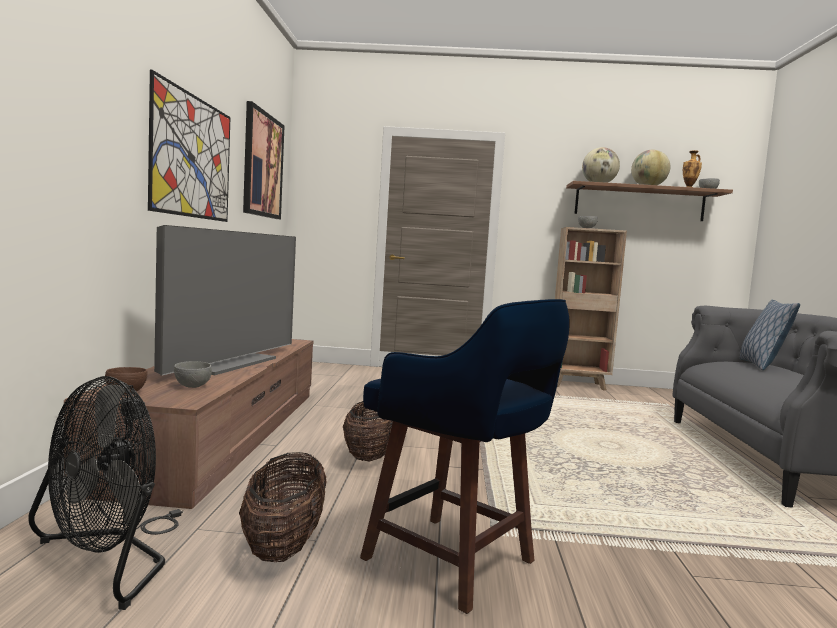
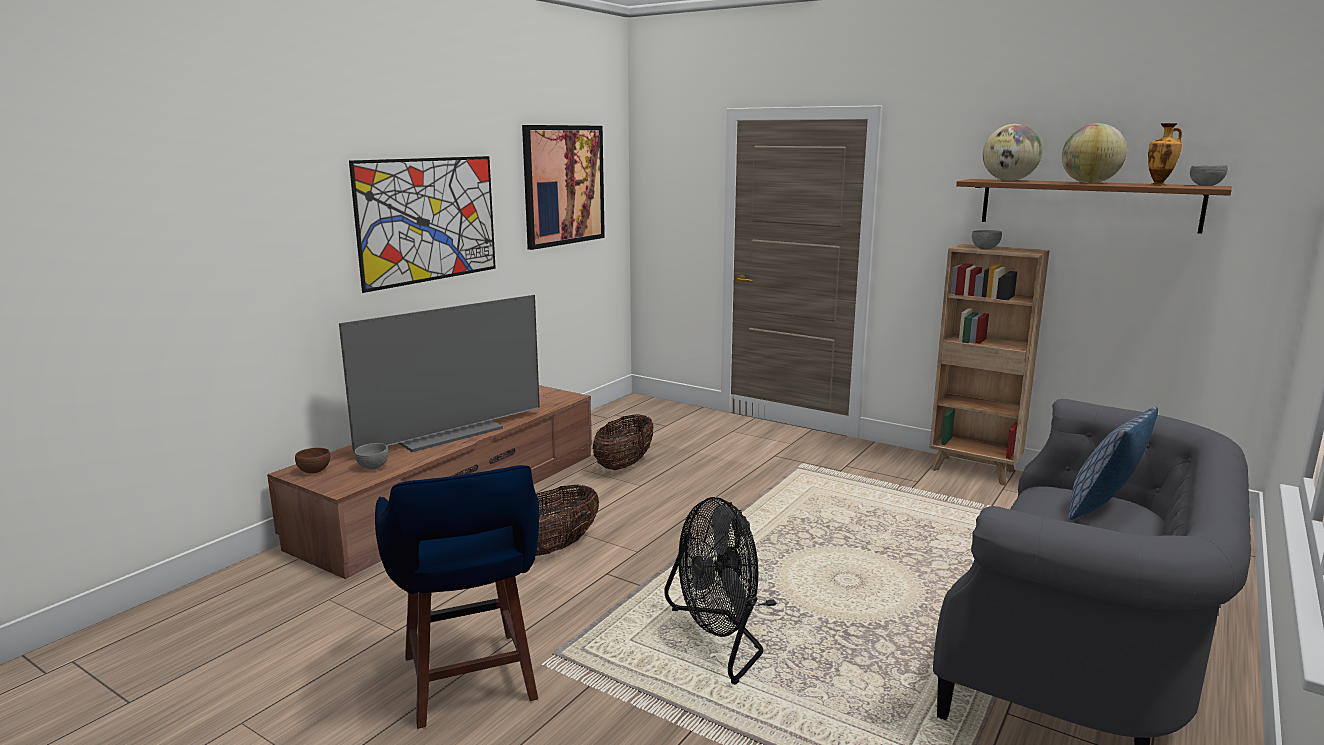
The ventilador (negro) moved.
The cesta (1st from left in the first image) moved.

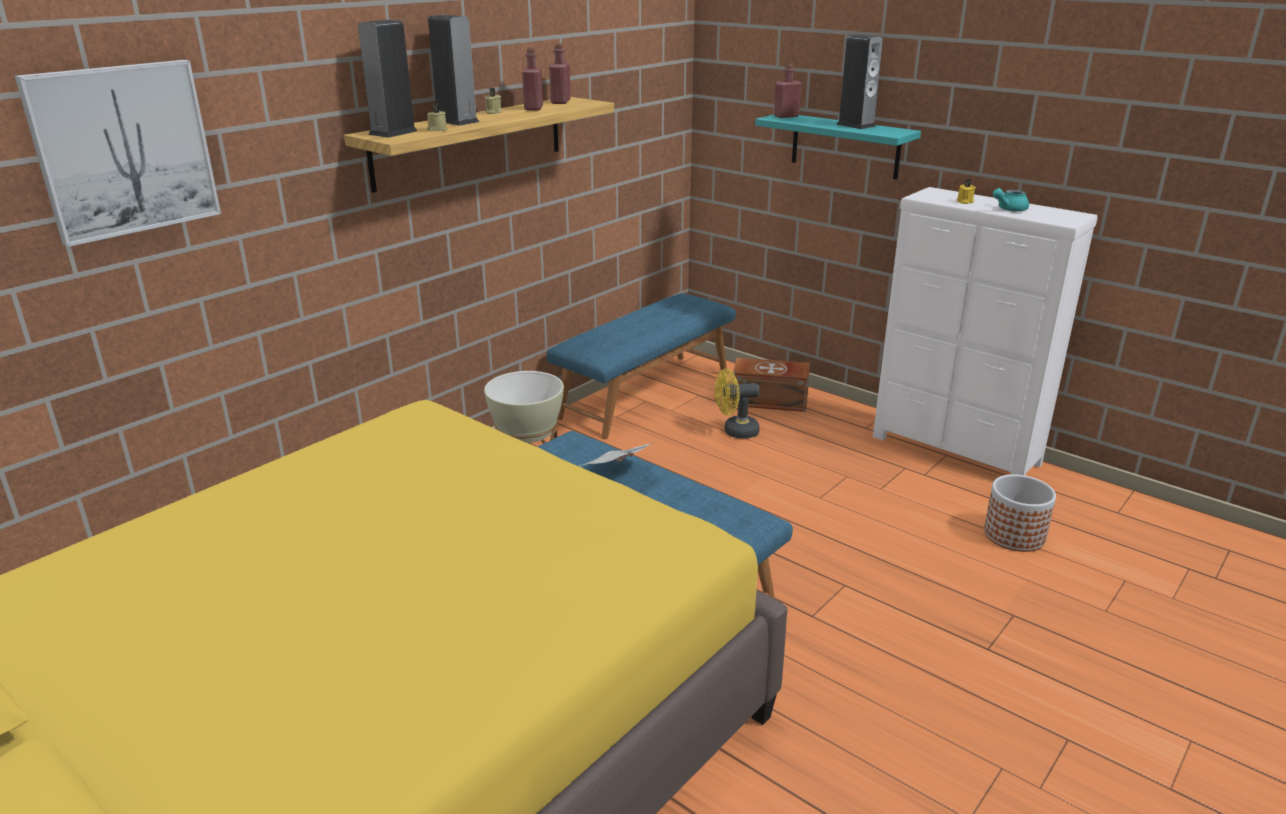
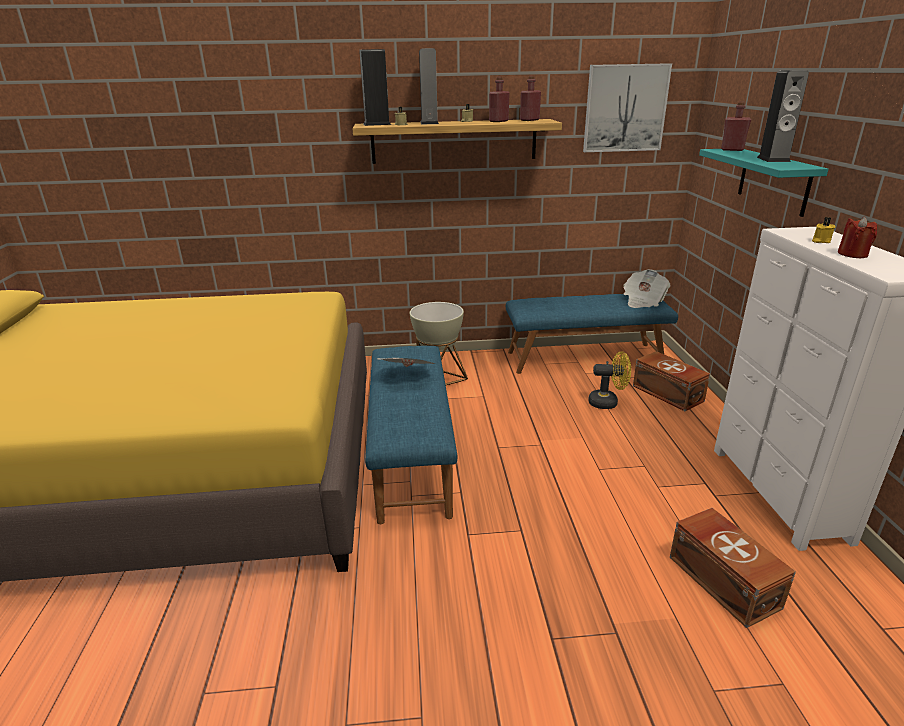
The cuadro moved.
The ventilador (amarillo) turned 150 degrees clockwise.
The maceta (2nd from left) was replaced by the caja de almacenaje (marrón) (2nd from left).
The tetera (turquesa) was replaced by the vela (rojo).
The periódico (2nd from left) appeared.

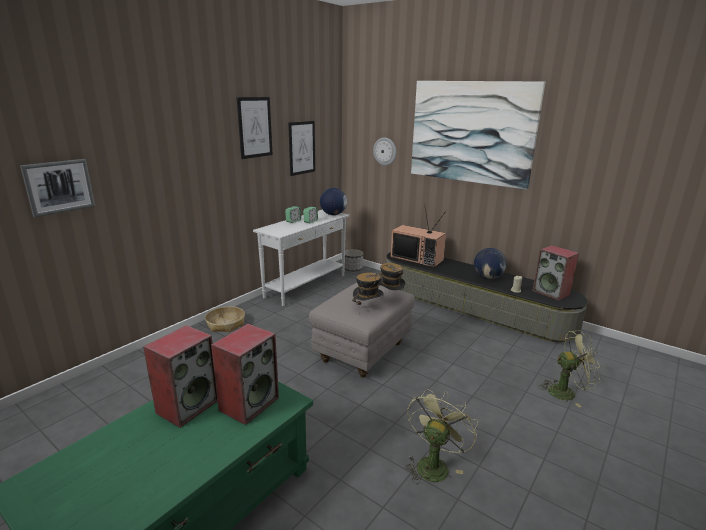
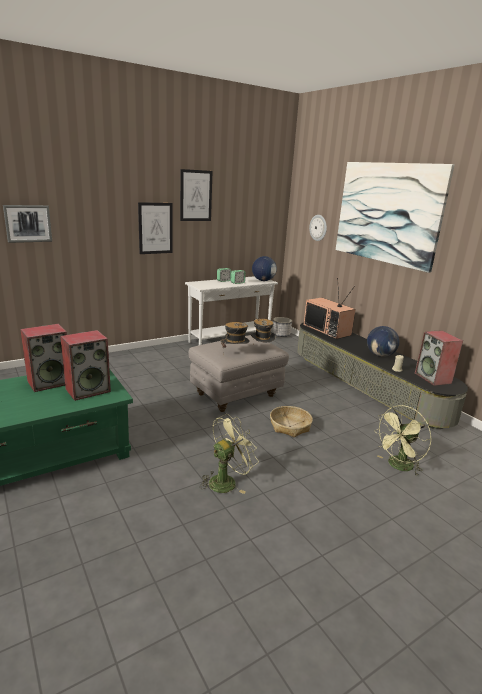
The cesta moved.
The cuadro (3rd from left in the first image) moved.
The ventilador (verde) (2nd from left) turned 120 degrees clockwise.

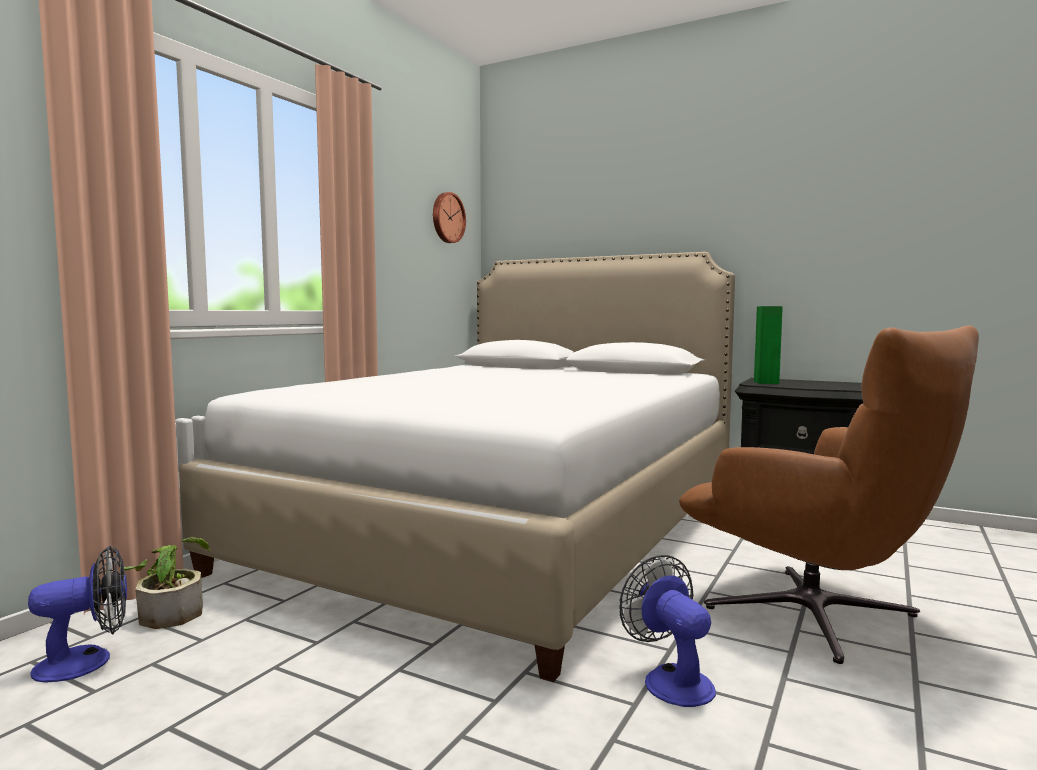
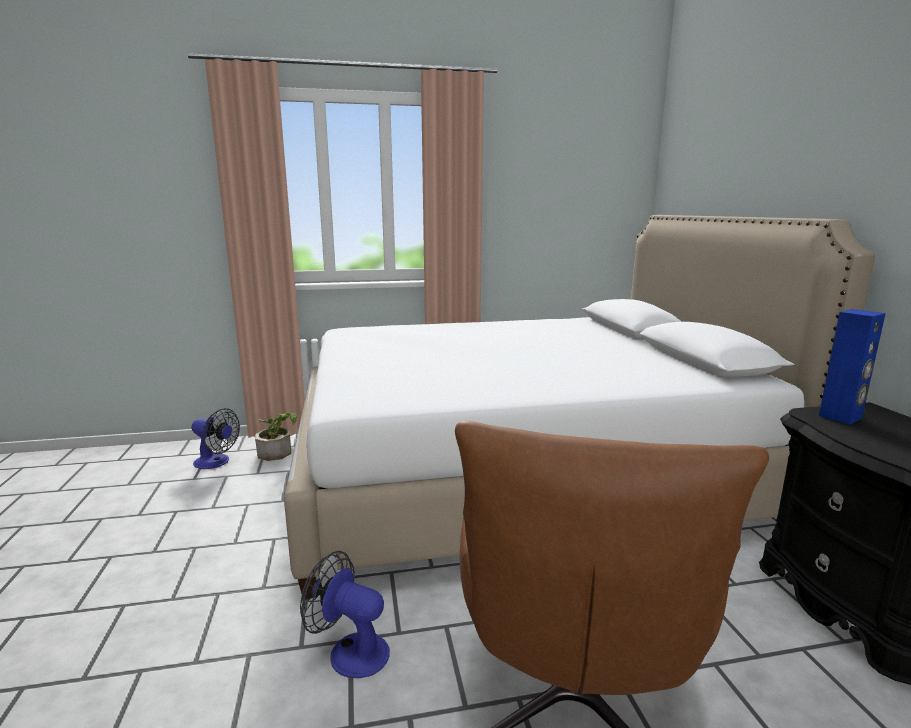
The reloj de pared disappeared.
The ventilador (2nd from left) turned 90 degrees counterclockwise.
The altavoz (verde) became the altavoz (azul).

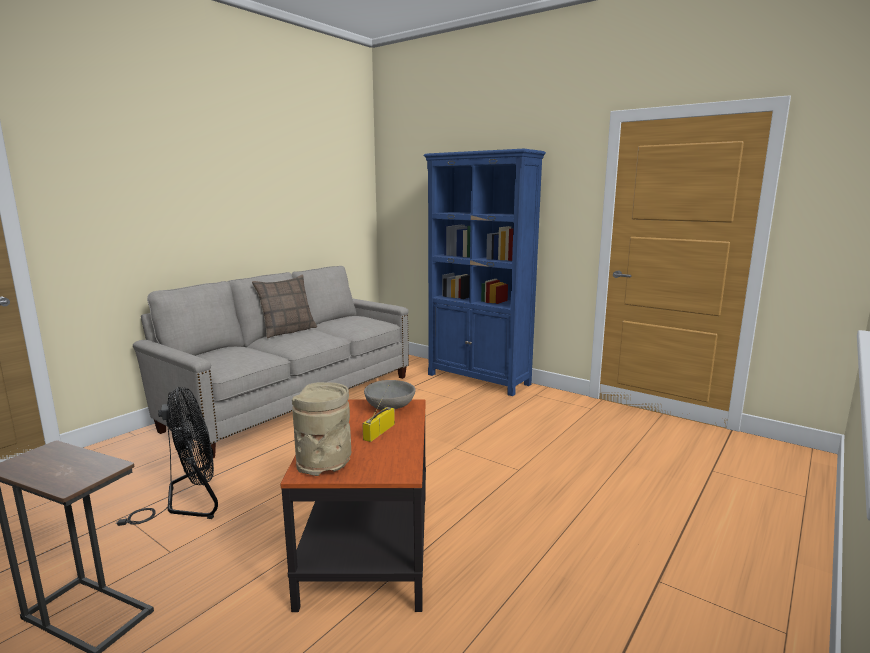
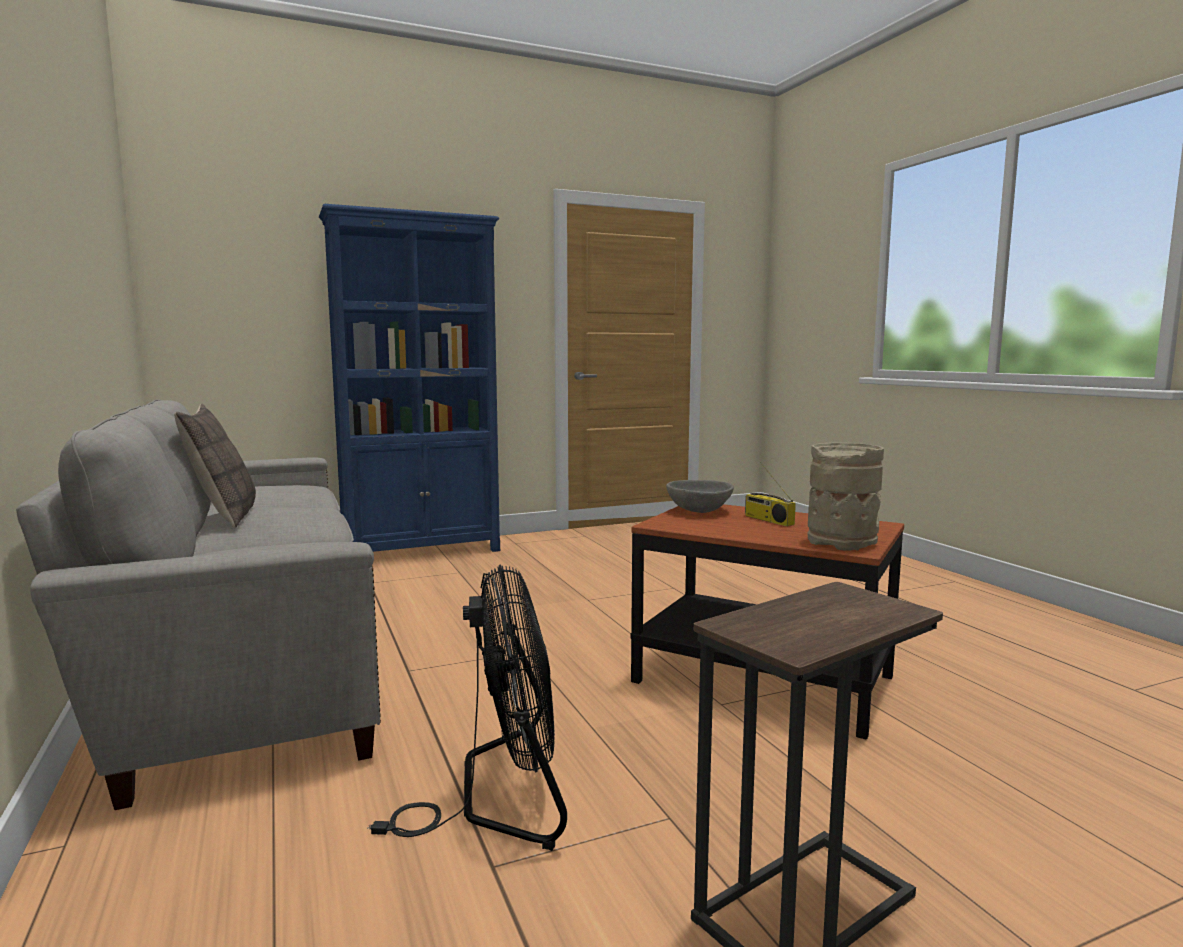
The ventilador (negro) turned 75 degrees clockwise.

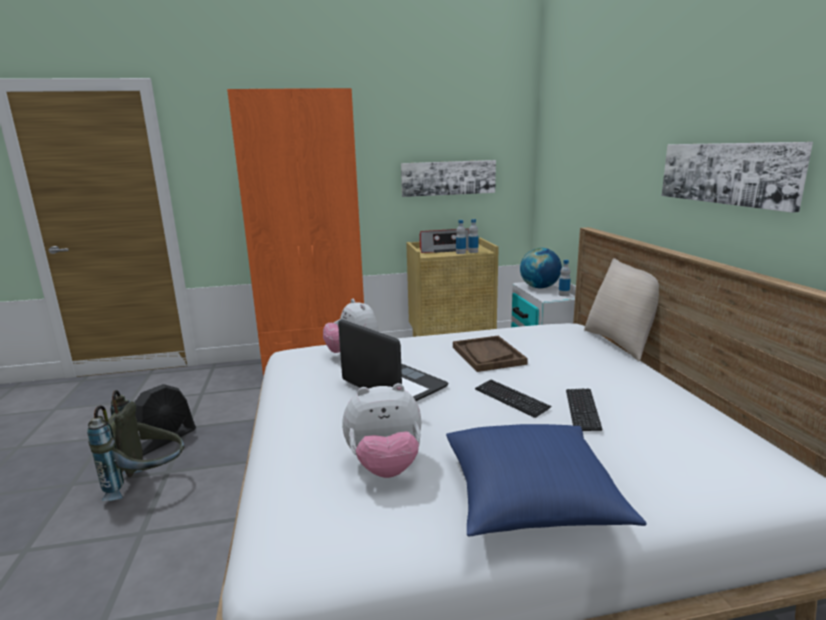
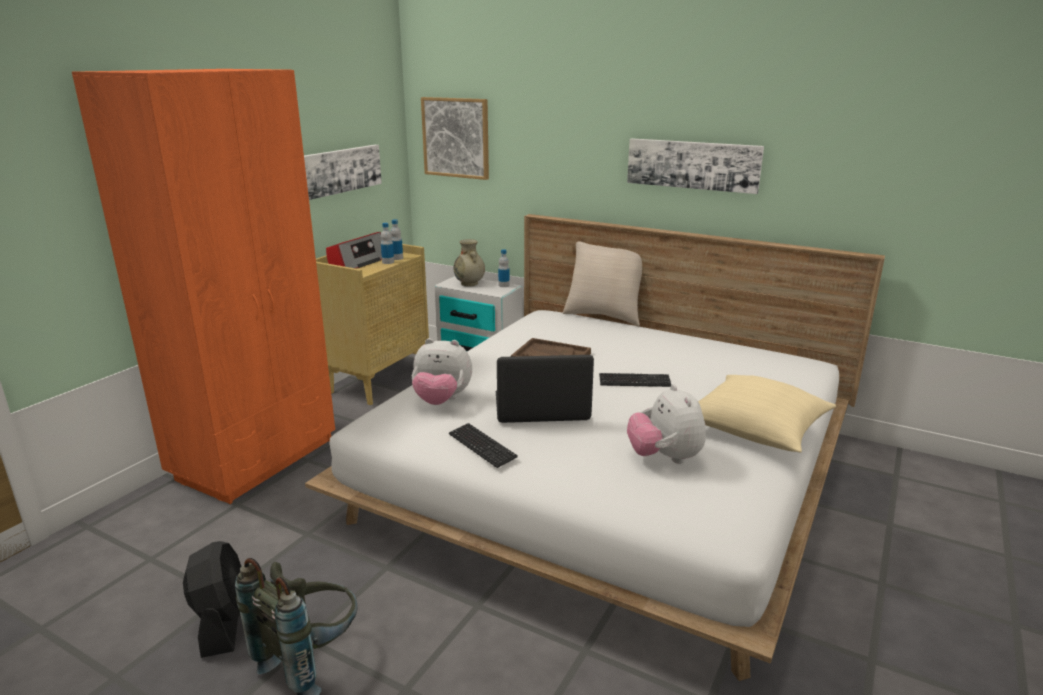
The peluche (2nd from left) turned 135 degrees clockwise.
The cojín (azul) became the cojín (beis) (2nd from left).
The globo terráqueo was replaced by the florero (beis).
The teclado (2nd from left in the first image) moved.
The cuadro (2nd from left) appeared.

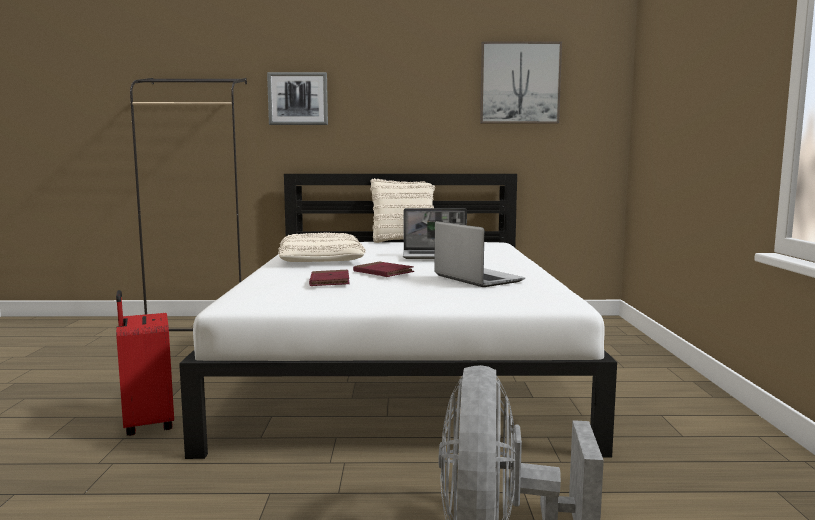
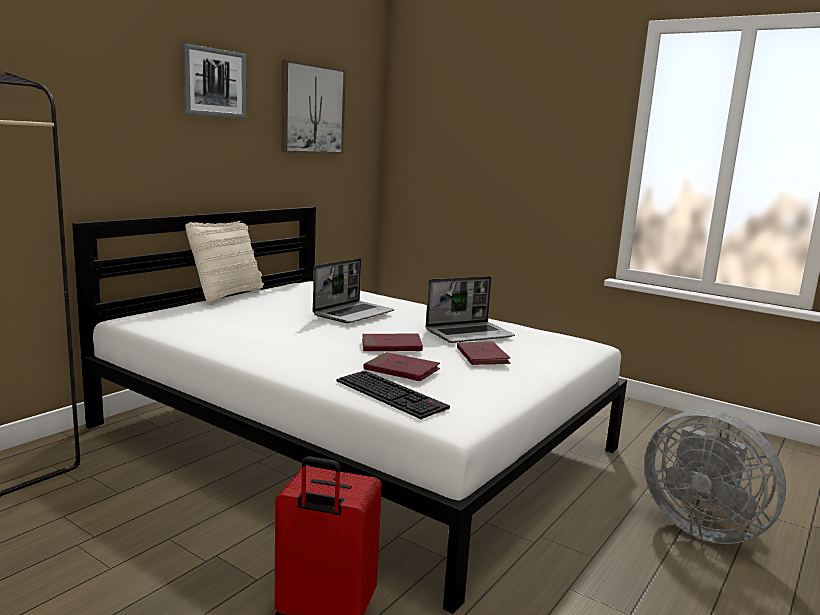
The cuadro (1st from left) moved.
The cojín (beis) (1st from left) disappeared.
The portátil (2nd from left) turned 150 degrees clockwise.
The teclado appeared.
The libro (rojo) (3rd from left) appeared.

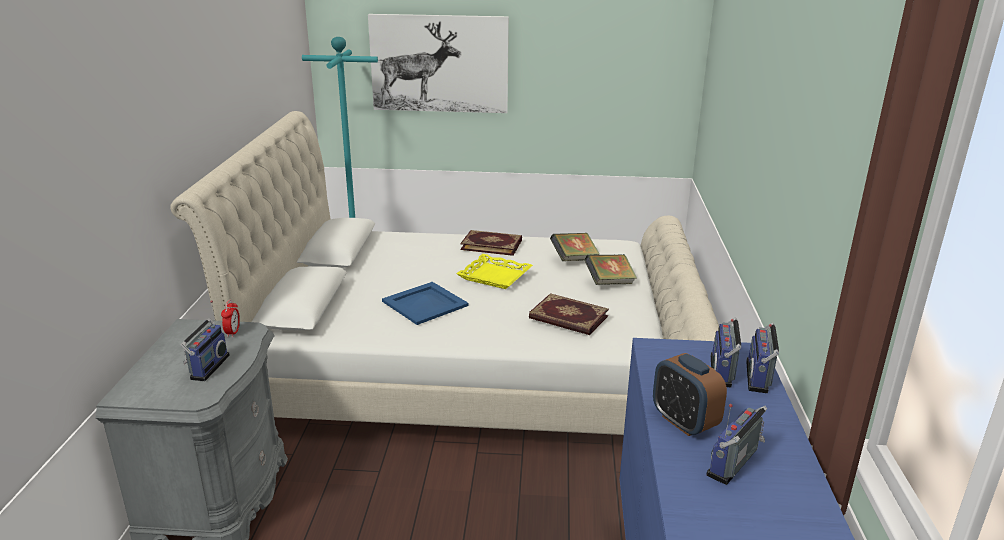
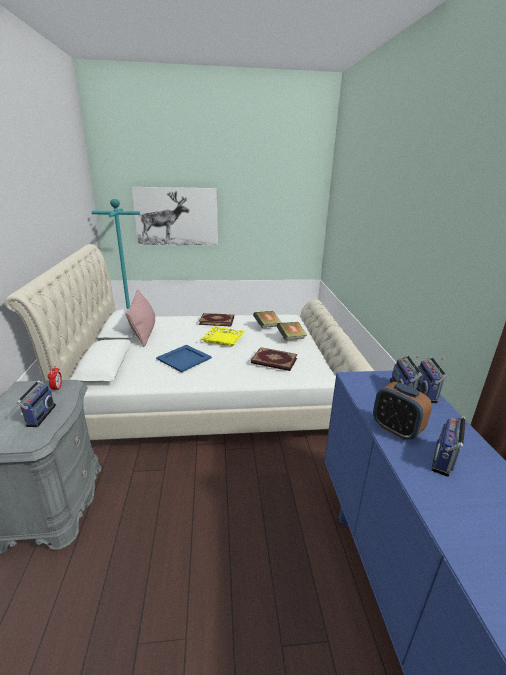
The cojín (rosa) appeared.

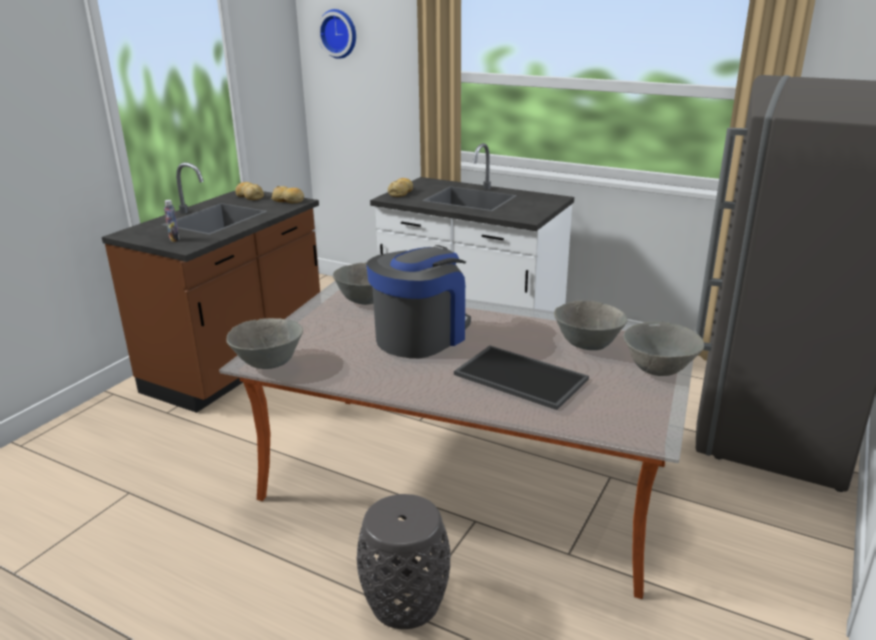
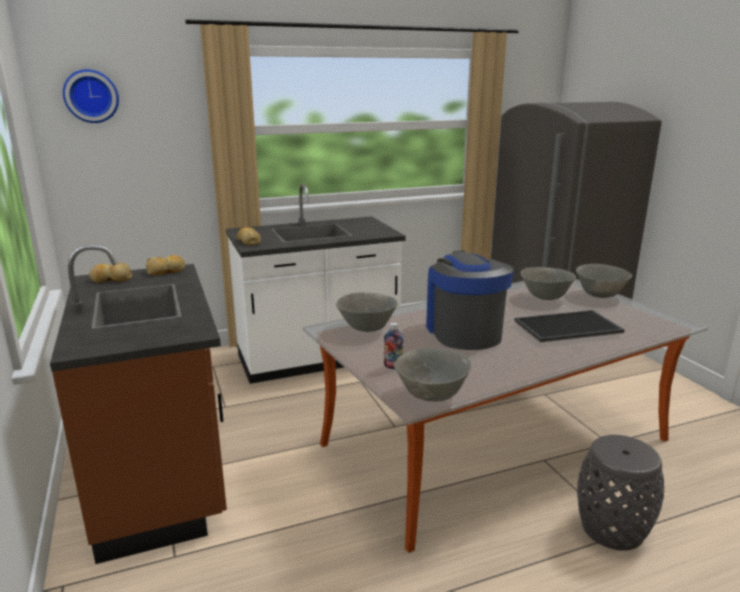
The botella moved.

